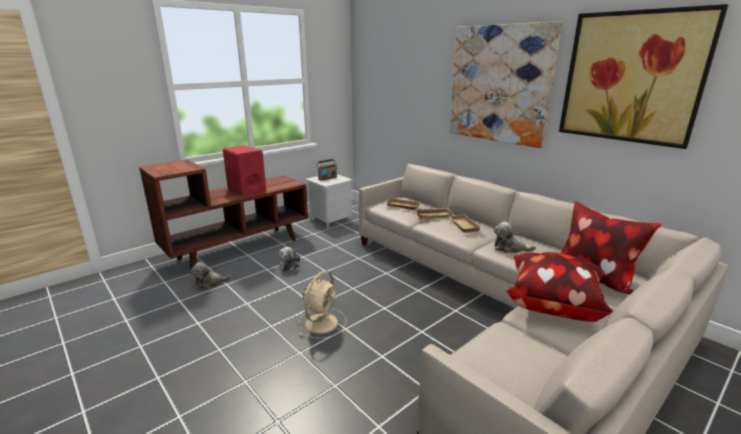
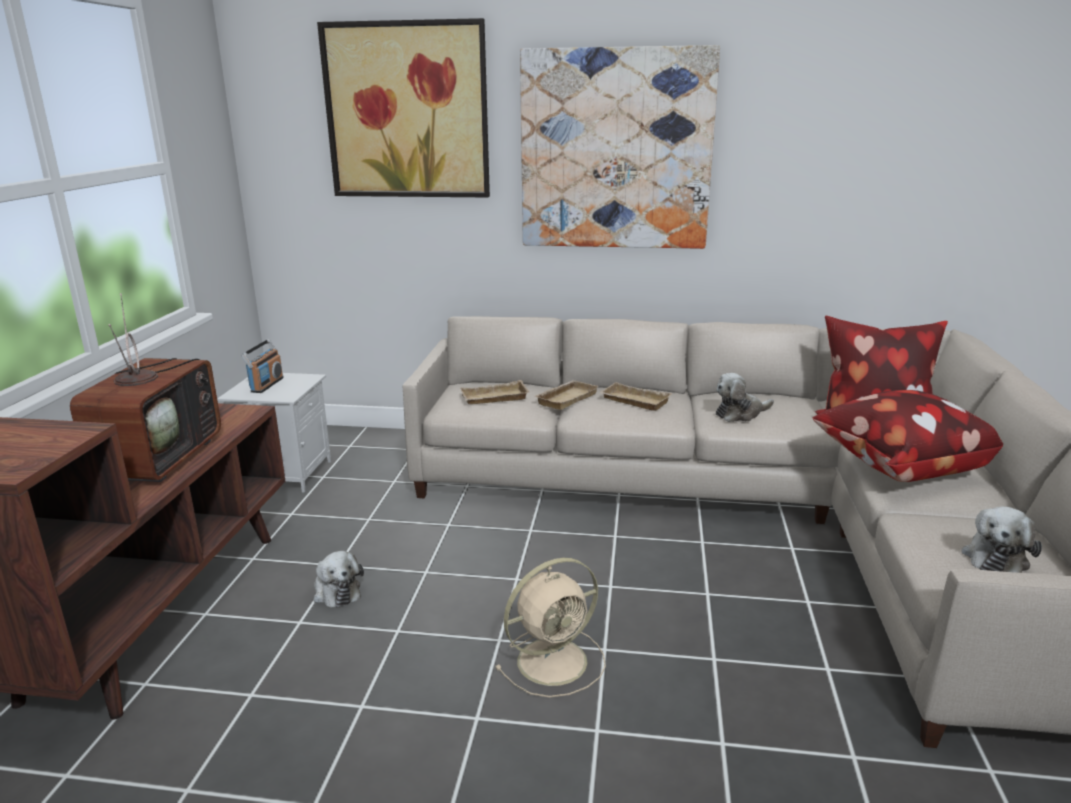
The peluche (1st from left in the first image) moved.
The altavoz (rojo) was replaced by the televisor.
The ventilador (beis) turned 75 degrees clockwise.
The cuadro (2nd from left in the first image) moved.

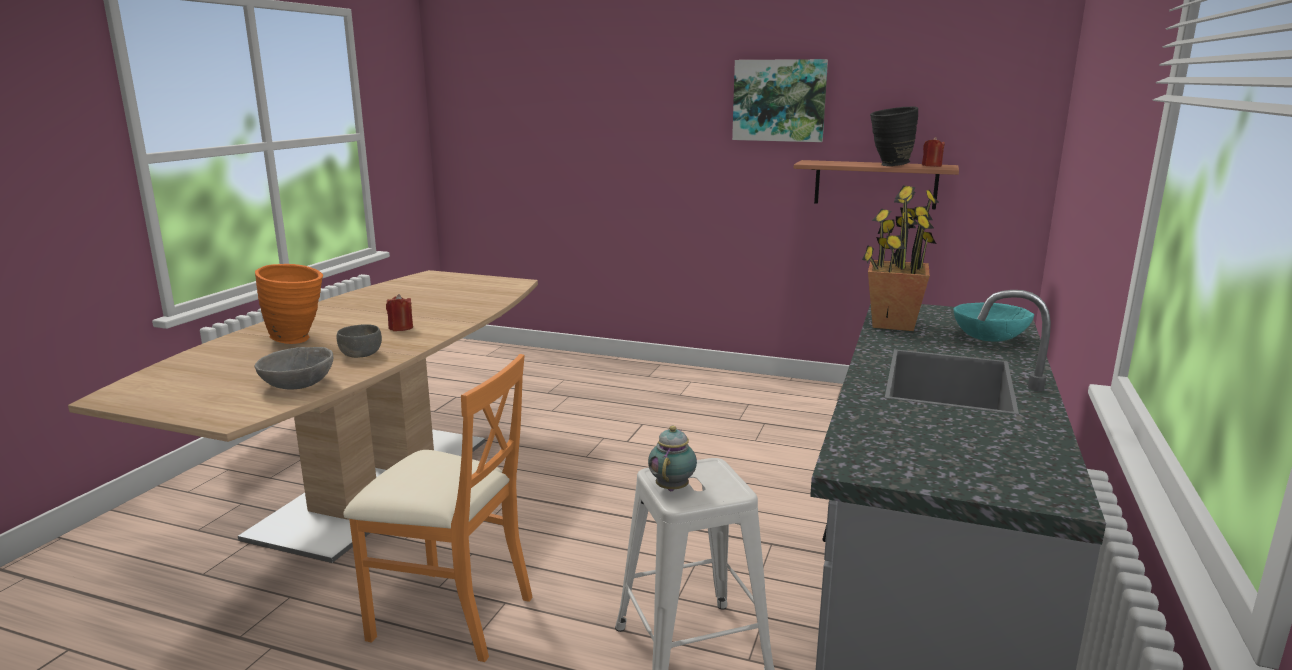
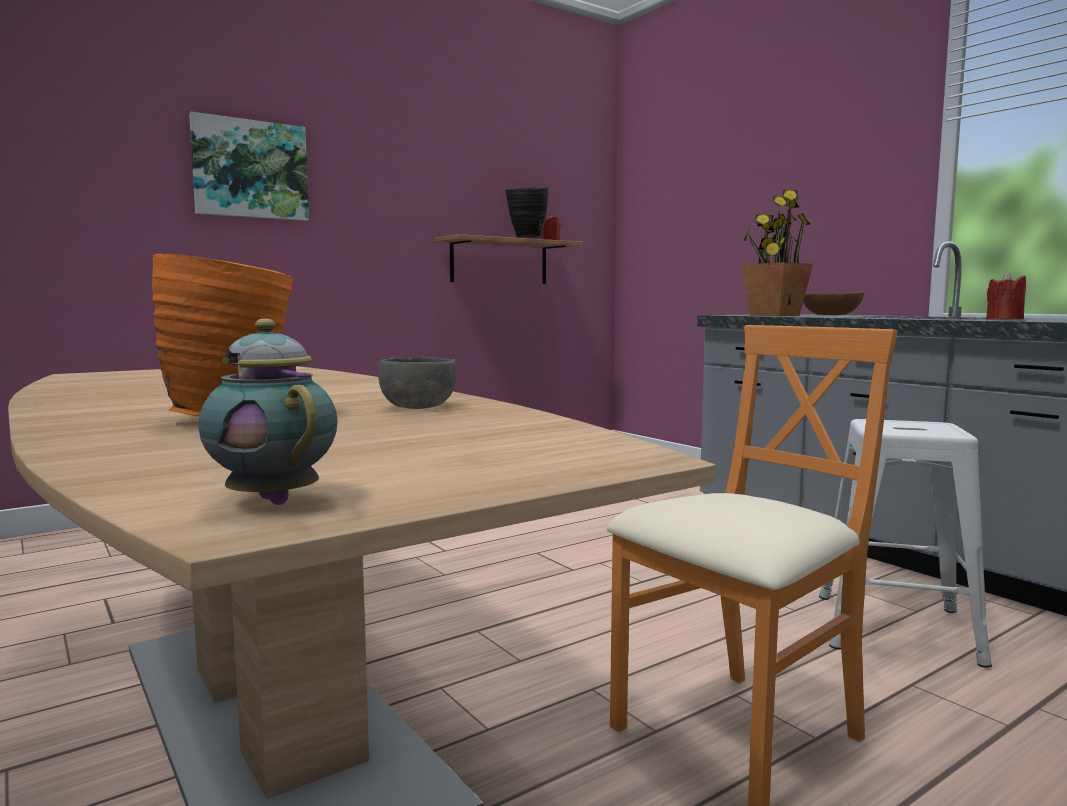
The cuenco (gris) (1st from left) disappeared.
The vela (rojo) (1st from left in the first image) moved.
The tetera moved.
The cuadro moved.
The cuenco (turquesa) became the cuenco (marrón).

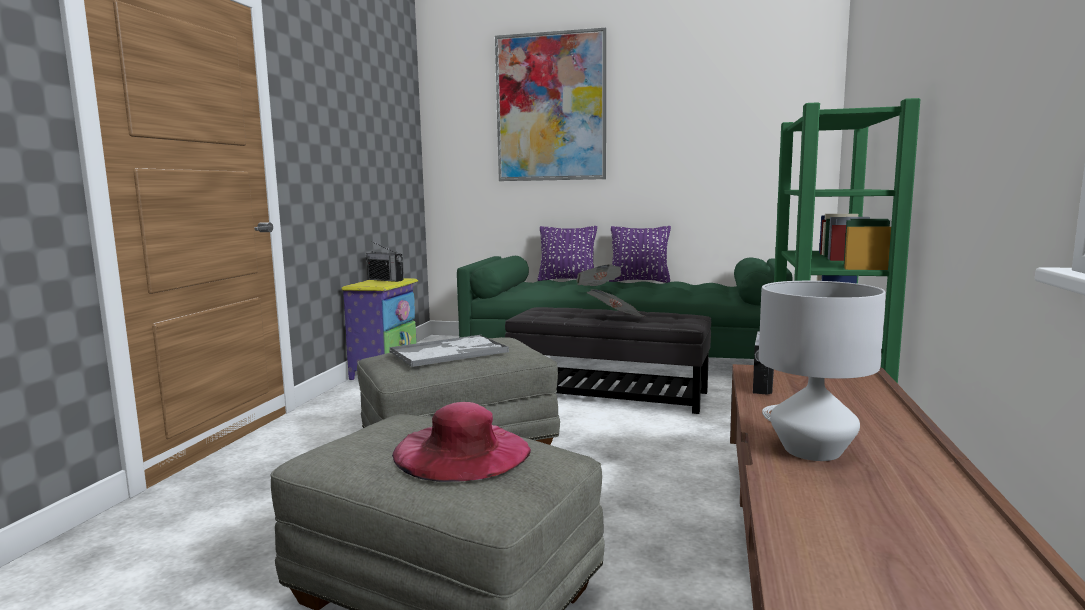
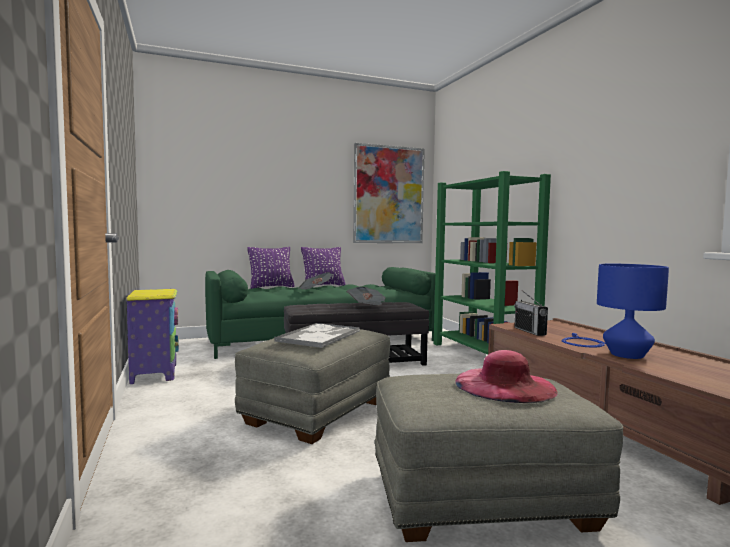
The radio (1st from left) disappeared.
The cuadro moved.
The lámpara de mesa (blanco) became the lámpara de mesa (azul).

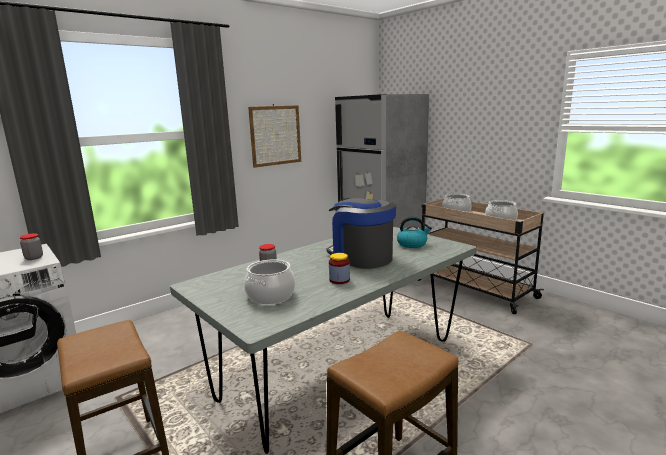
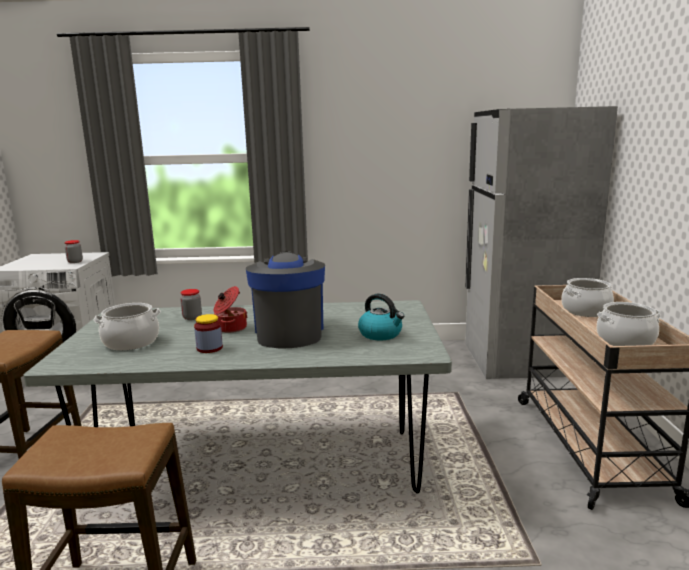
The cuadro disappeared.
The olla (2nd from left) appeared.

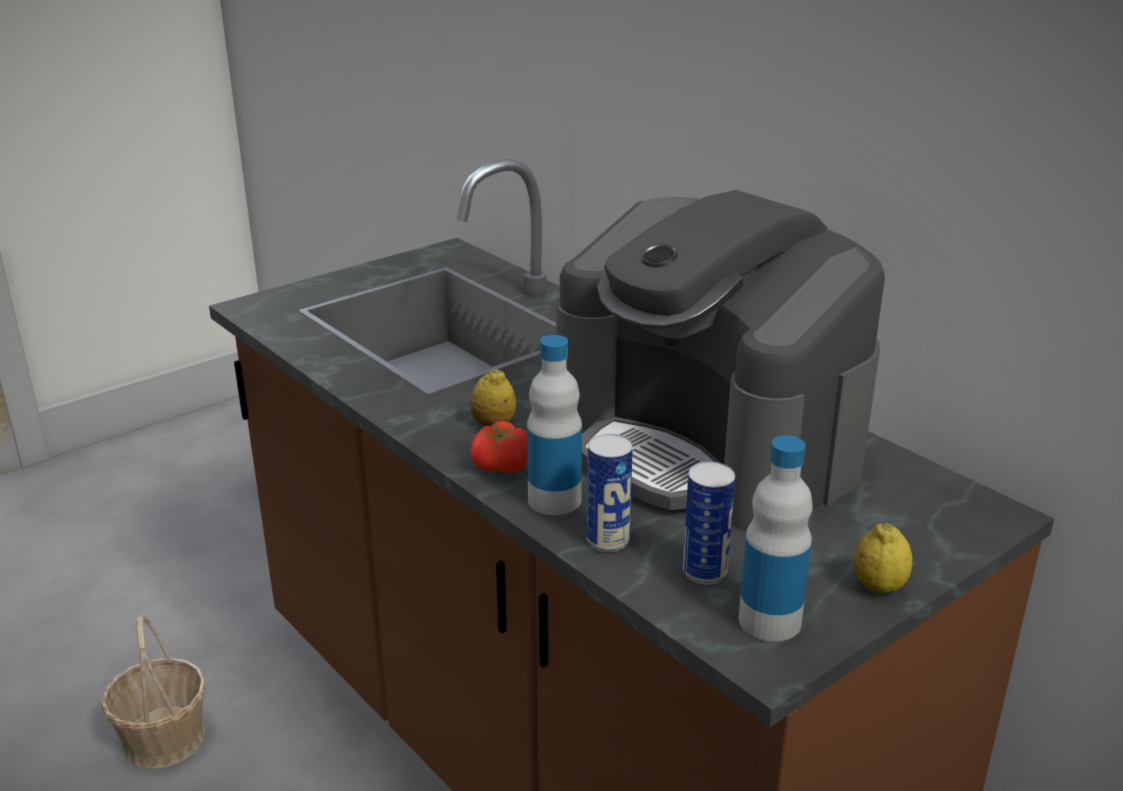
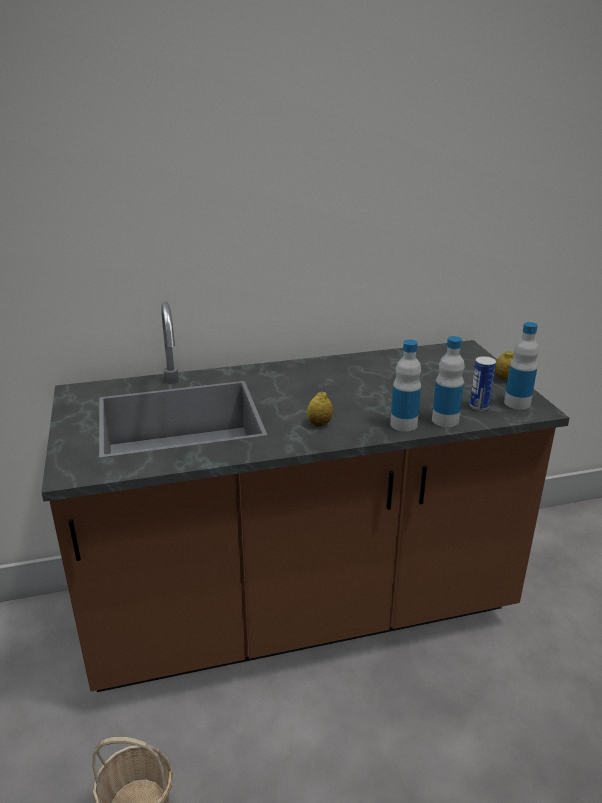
The tomate disappeared.
The cafetera disappeared.
The lata (1st from left) was replaced by the botella (2nd from left).

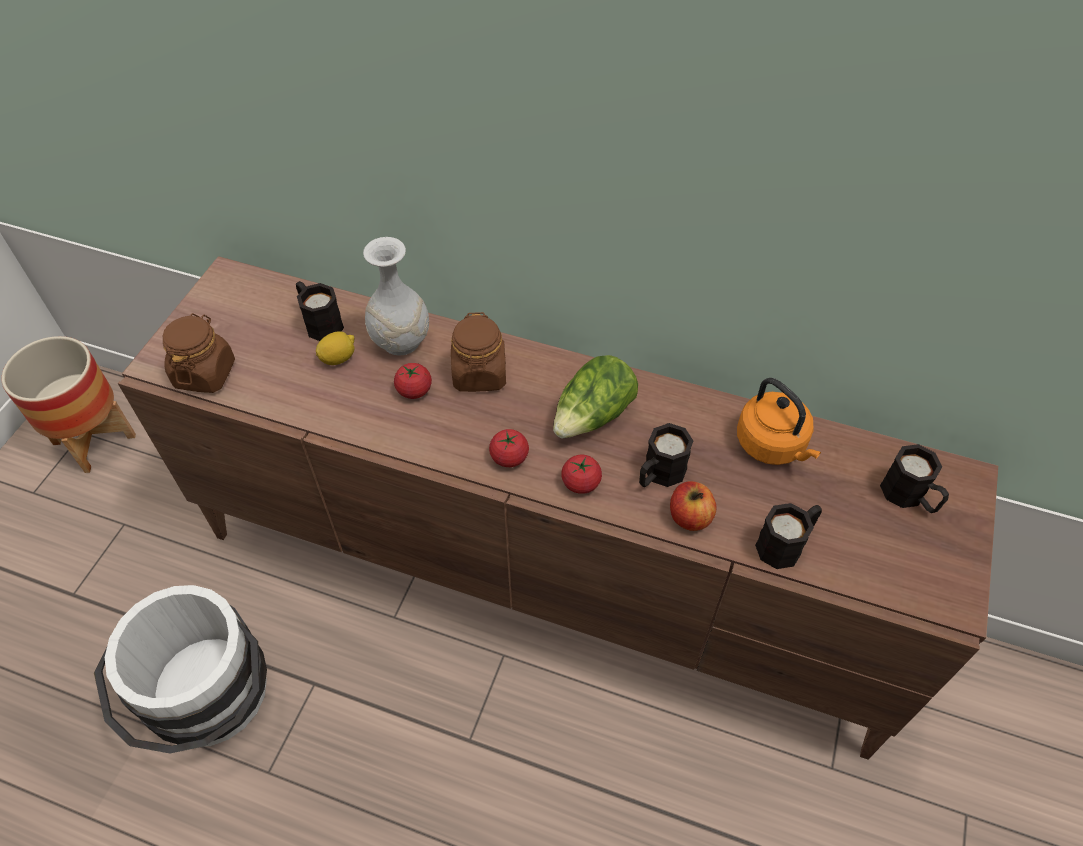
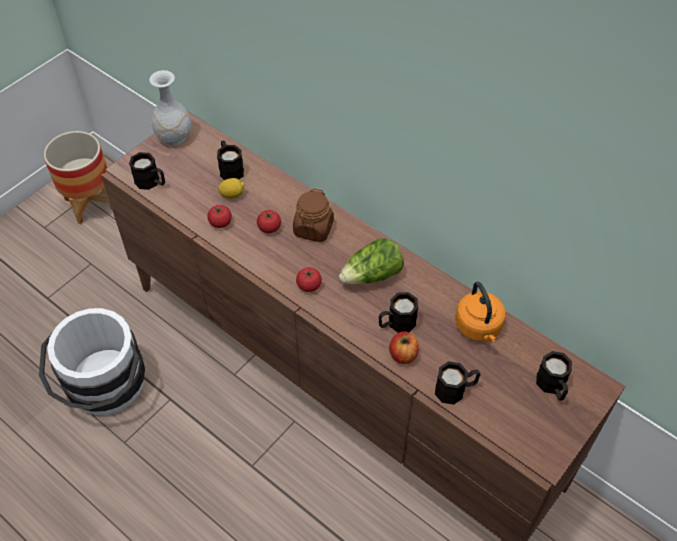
The tarro (marrón) (1st from left) was replaced by the taza grande (negro) (1st from left).
The florero (blanco) moved.
The tomate (3rd from left in the first image) moved.

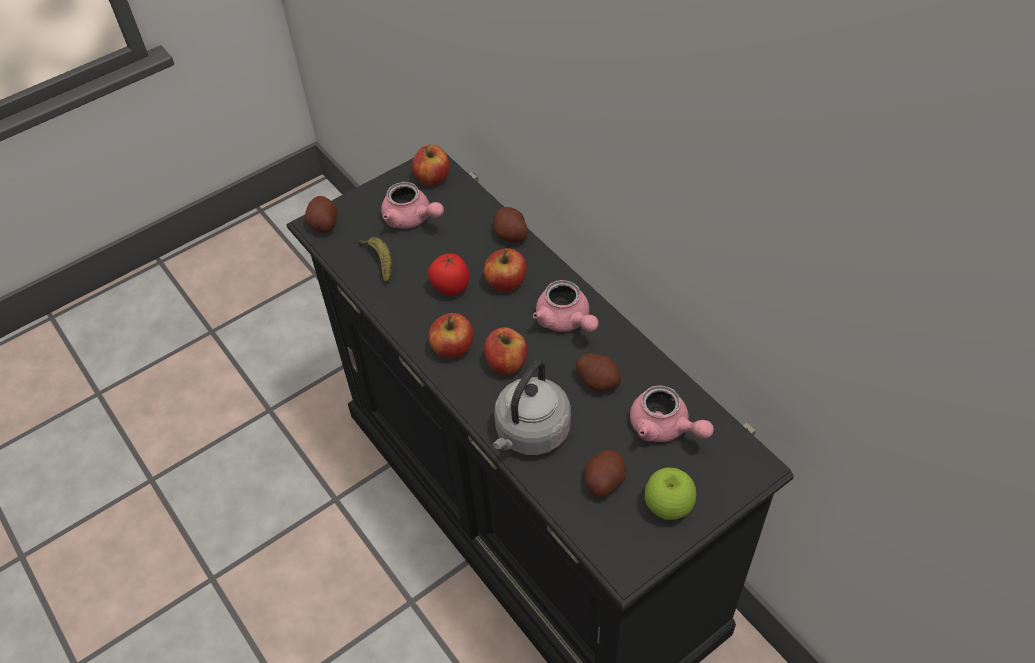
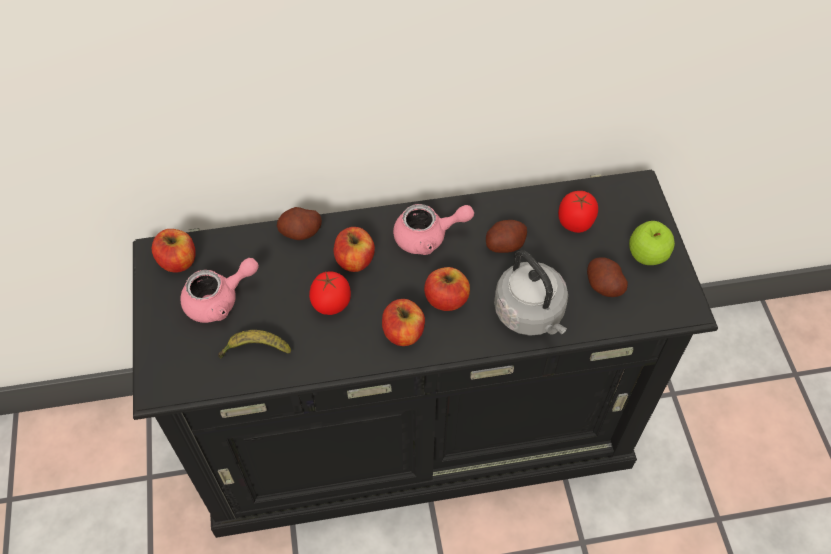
The patata (1st from left) disappeared.
The tetera (rosa) (3rd from left) was replaced by the tomate (2nd from left).

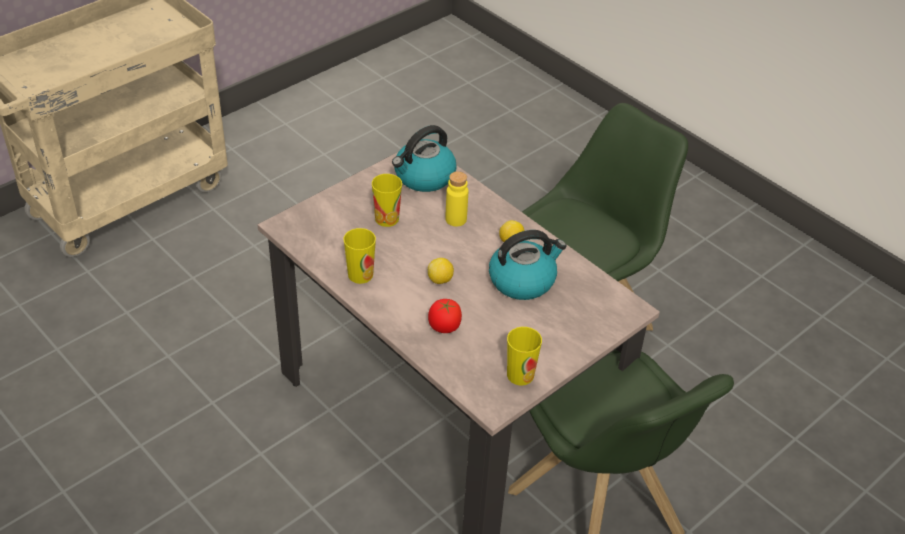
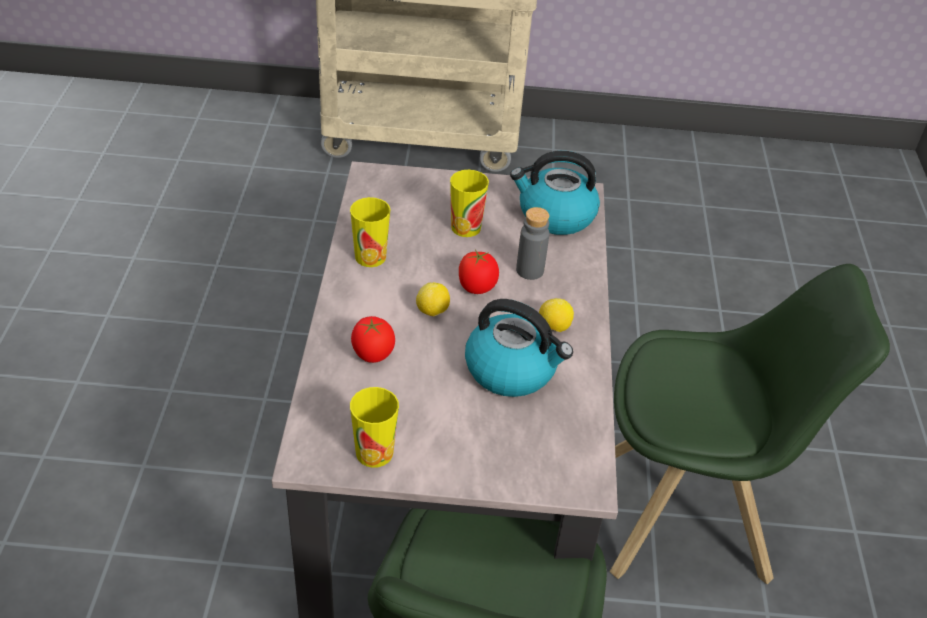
The botella (amarillo) became the botella (gris).
The tomate (2nd from left) appeared.

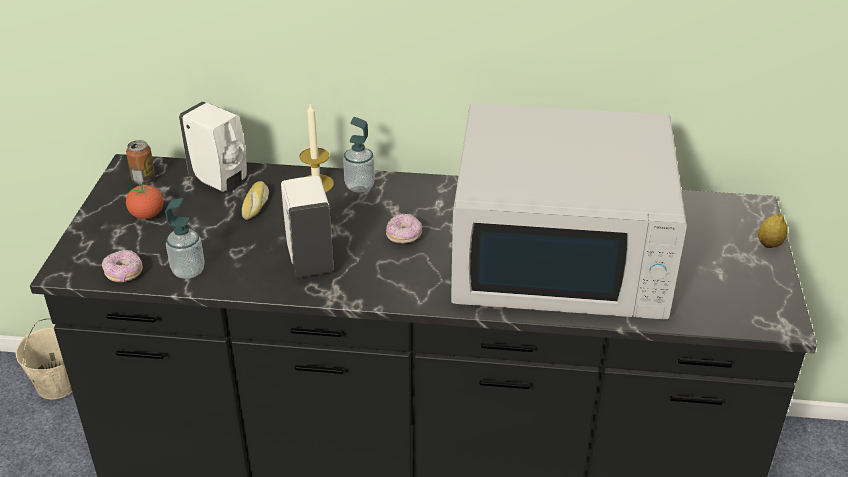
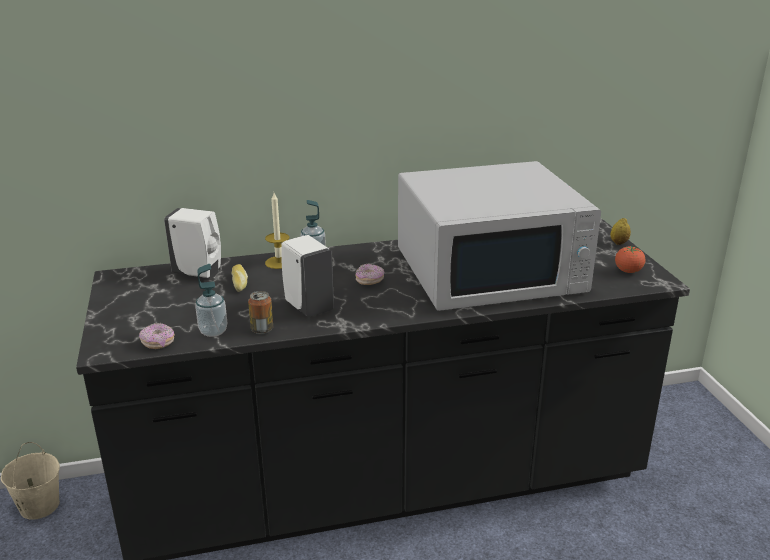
The lata moved.
The tomate moved.

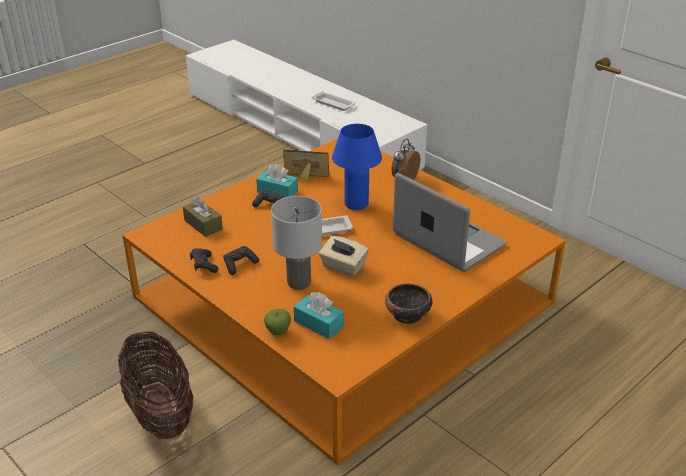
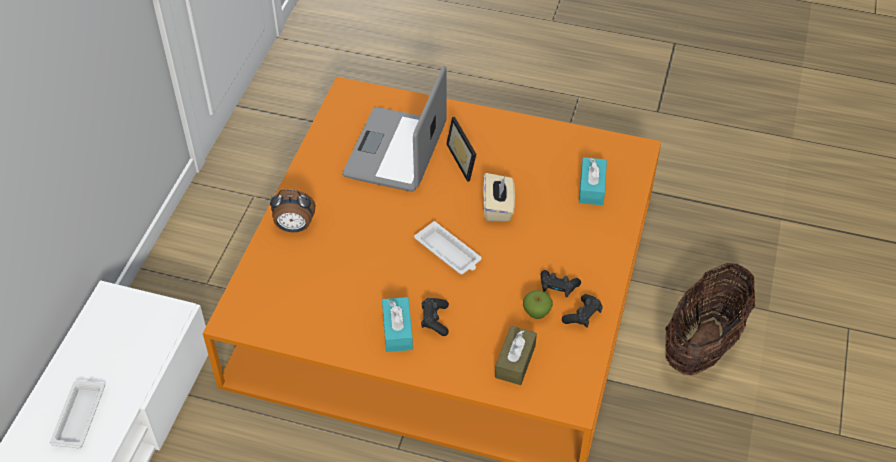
The manzana moved.
The lámpara de mesa (blanco) disappeared.
The portarretratos moved.
The lámpara de mesa (azul) disappeared.
The cuenco disappeared.

